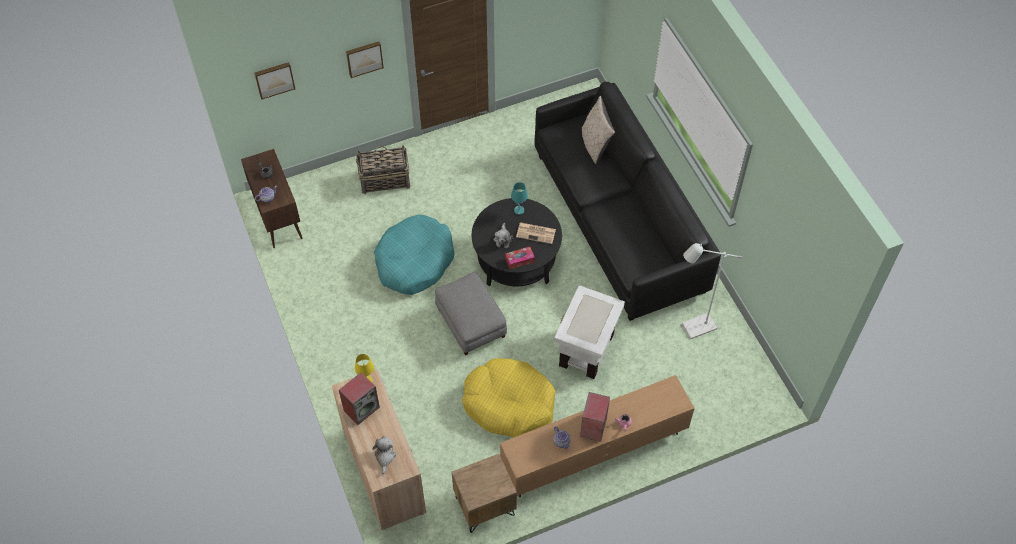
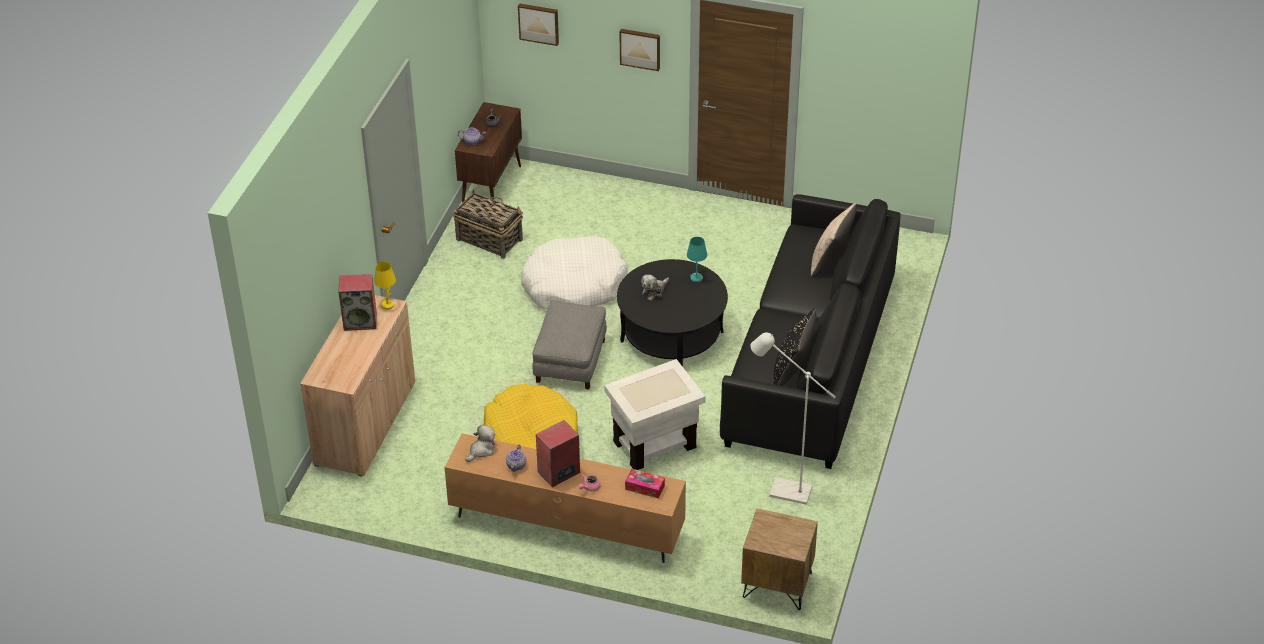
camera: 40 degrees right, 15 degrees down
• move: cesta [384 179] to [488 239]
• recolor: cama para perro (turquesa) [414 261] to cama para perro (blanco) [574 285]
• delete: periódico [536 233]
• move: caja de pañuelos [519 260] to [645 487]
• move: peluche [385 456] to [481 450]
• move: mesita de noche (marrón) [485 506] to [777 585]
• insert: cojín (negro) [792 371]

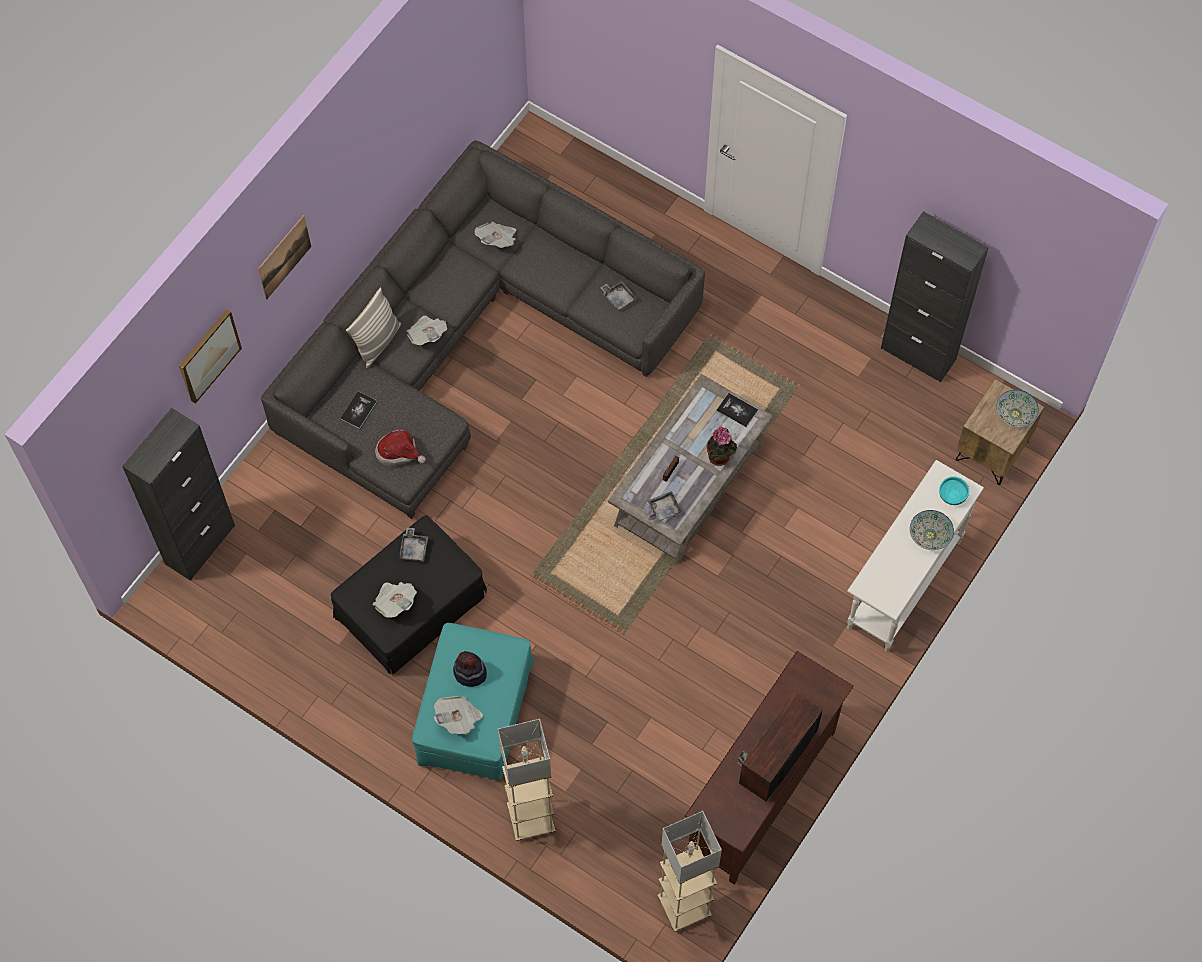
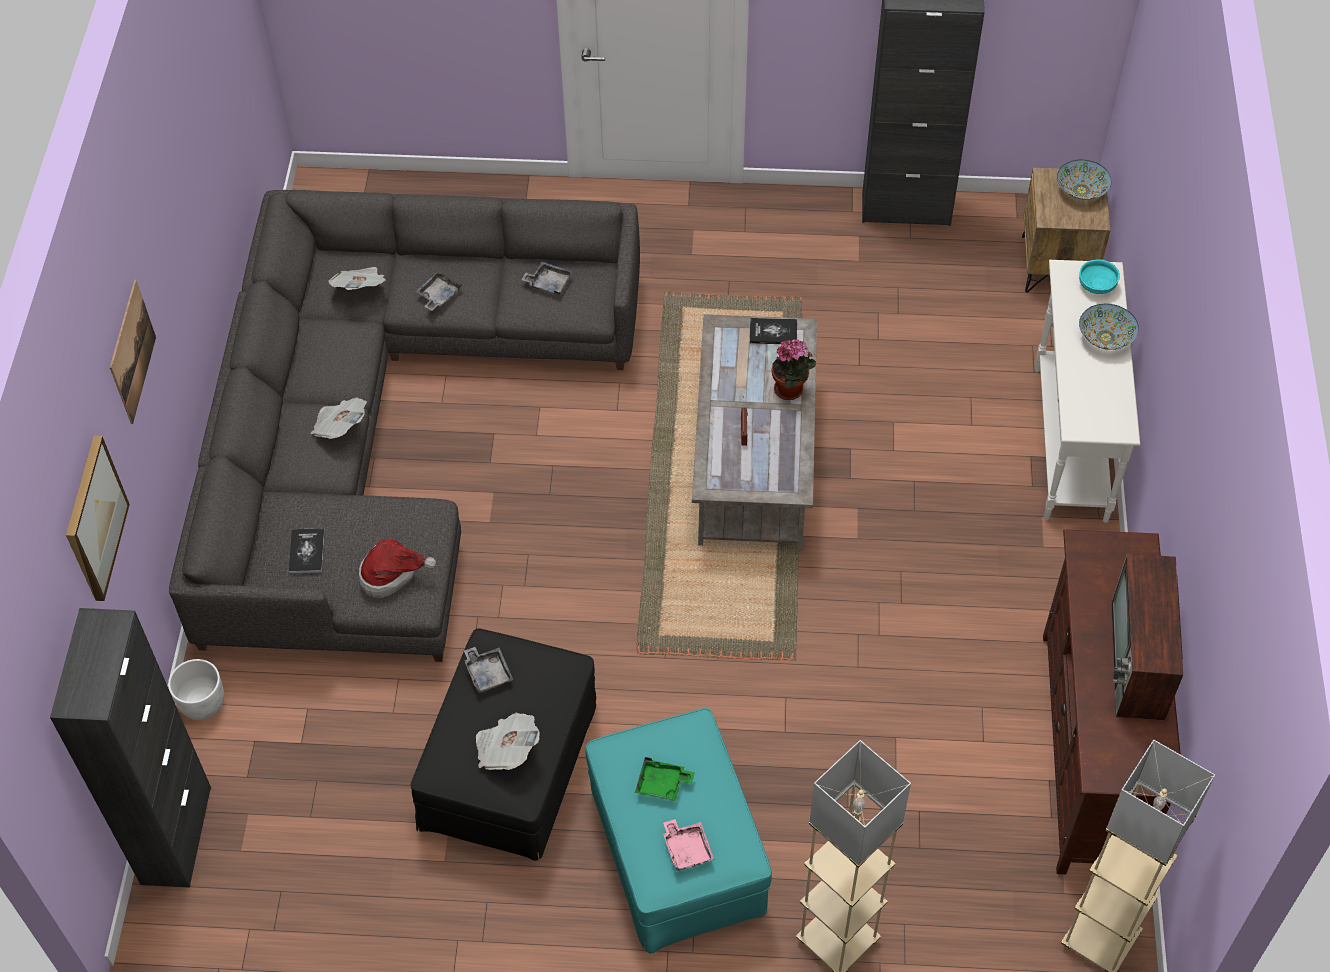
camera: 30 degrees left, 10 degrees down
• delete: cojín [378 342]
• move: bandeja (gris) [663 510] to [438 295]
• replace: sombrero [470 673] to bandeja (verde) [662 784]
• replace: periódico [459 719] to bandeja (rosa) [687 848]
• insert: maceta (blanco) [202 702]

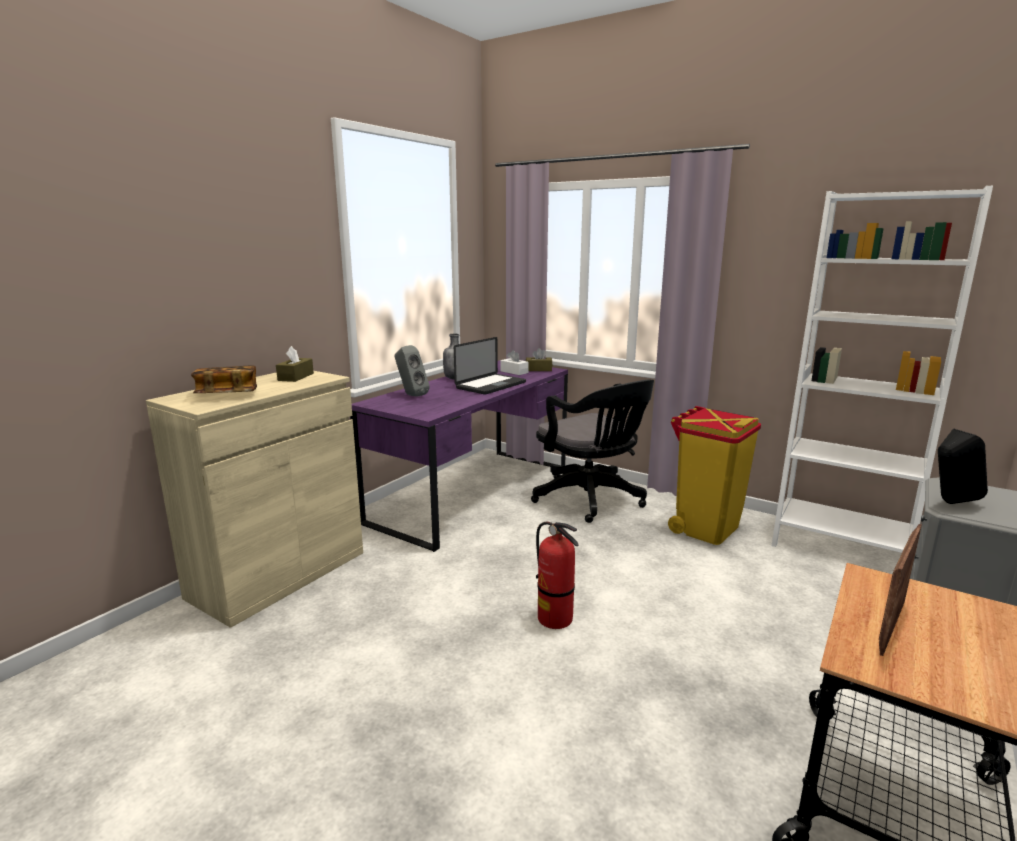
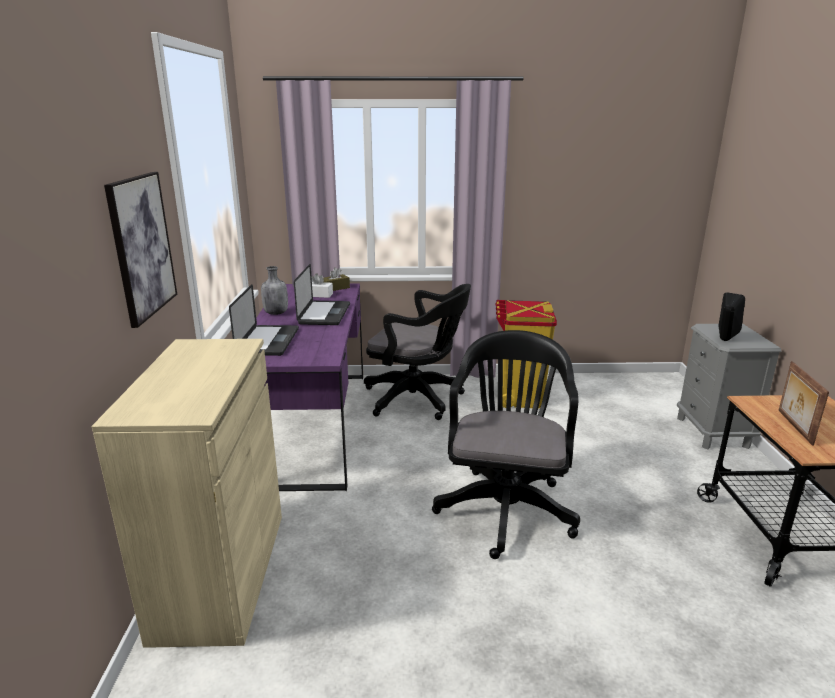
camera: 35 degrees left, 5 degrees up
• delete: estantería (blanco) [840 547]
• replace: altavoz (gris) [411 395] to portátil [268 341]
• delete: caja de pañuelos (marrón) [296 377]
• delete: libro [227 394]
• replace: extintor [555 619] to silla de oficina (negro) [506 506]
• insert: cuadro [141 246]

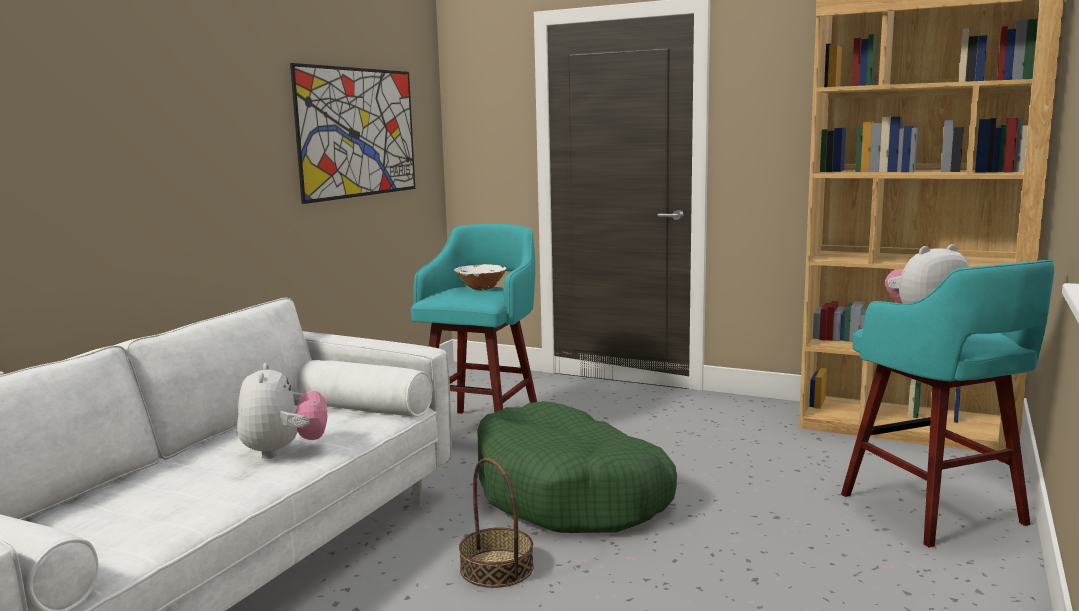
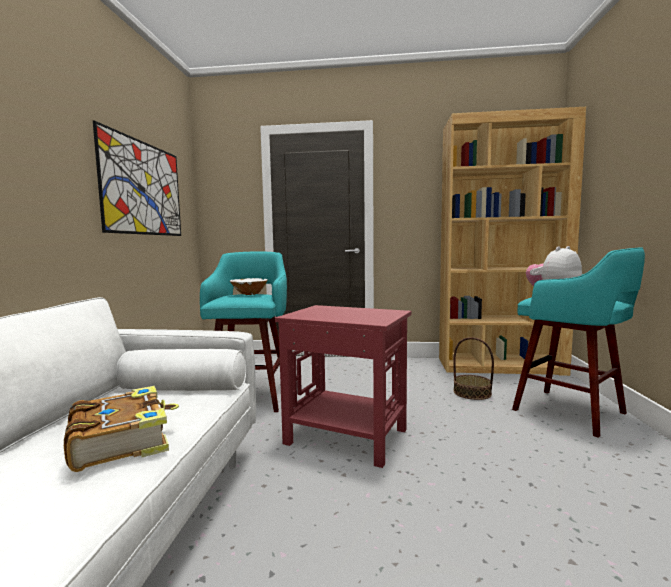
camera: 20 degrees left, 5 degrees down
• replace: peluche [284 451] to libro [122 440]
• replace: cama para perro (verde) [570 494] to mesa auxiliar (rojo) [346 436]
• move: cesta [497 568] to [472 392]

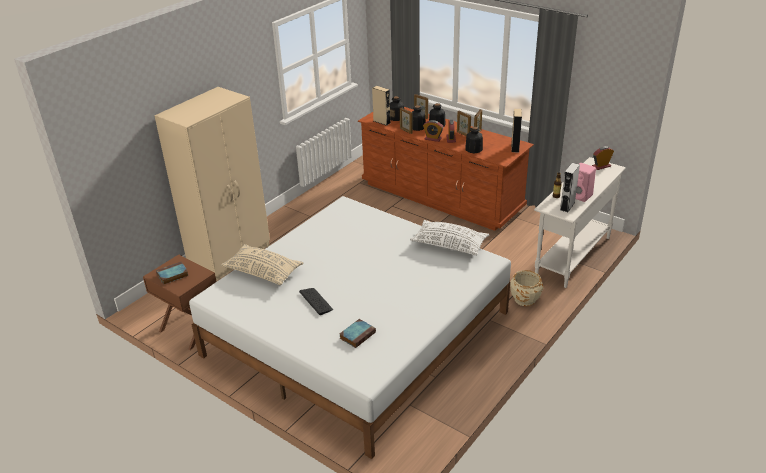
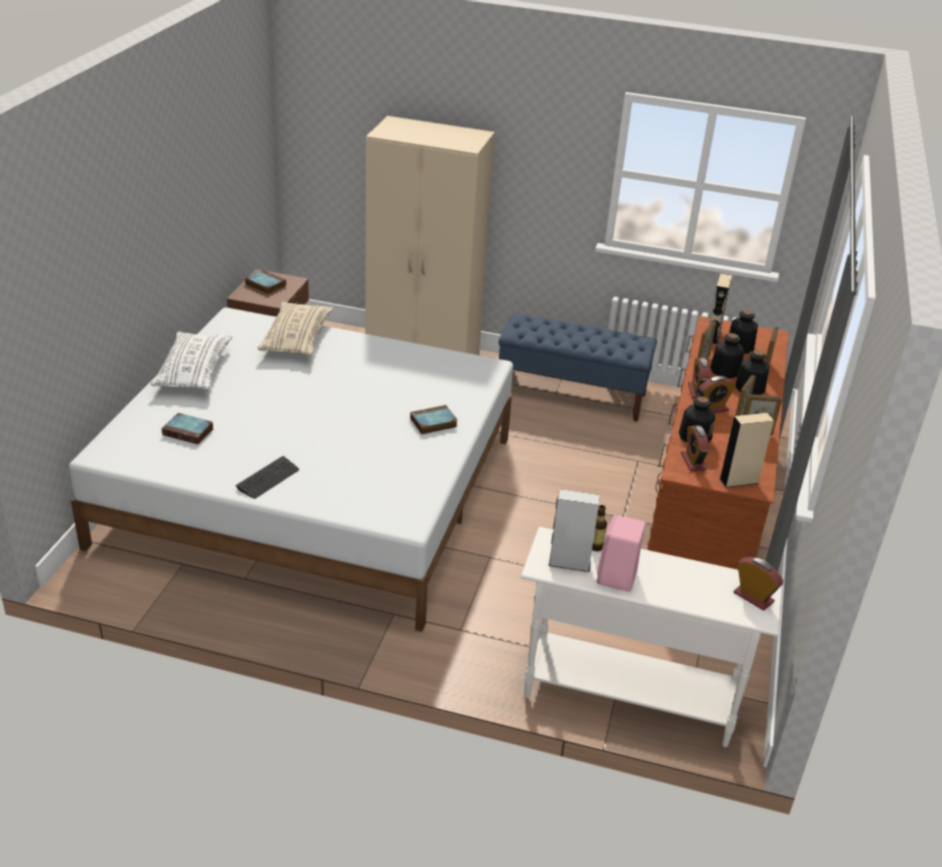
camera: 65 degrees right, 0 degrees up
• move: cojín (blanco) [449 245] to [194 371]
• delete: maceta (beis) [525 299]
• move: teclado [316 301] to [268 479]
• insert: banco (azul) [572 394]
• insert: libro [432 423]
• insert: despertador [693 462]

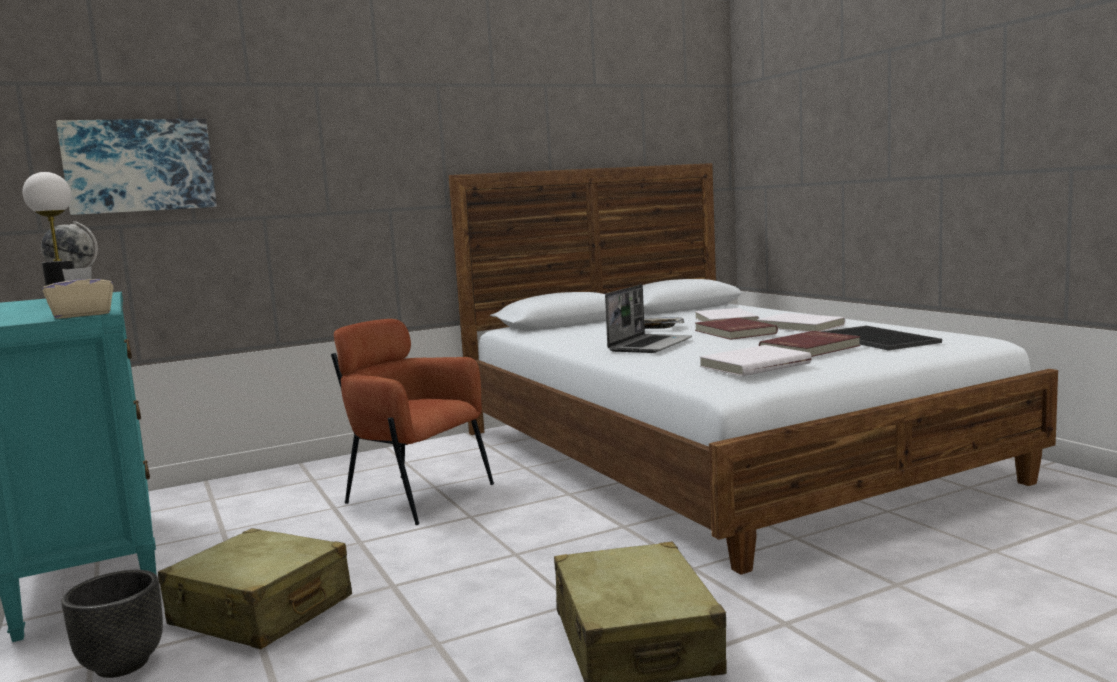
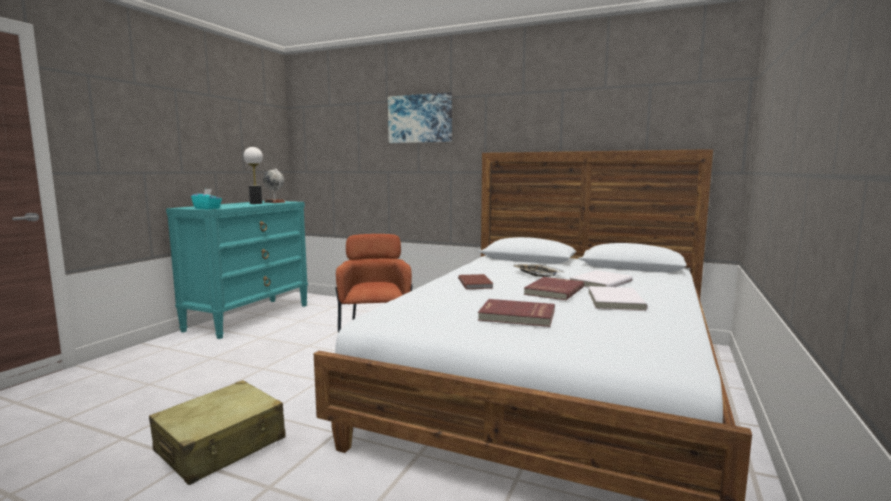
camera: 50 degrees right, 0 degrees up
• move: cuadro [139 166] to [420 119]
• recolor: caja de pañuelos (beis) [83 315] to caja de pañuelos (turquesa) [207 208]
• replace: portátil [649 345] to libro (marrón) [476 283]
• delete: bandeja [874 339]
• delete: libro (blanco) [753 364]
• delete: maleta (beis) [260 612]
• delete: maceta (negro) [122 665]

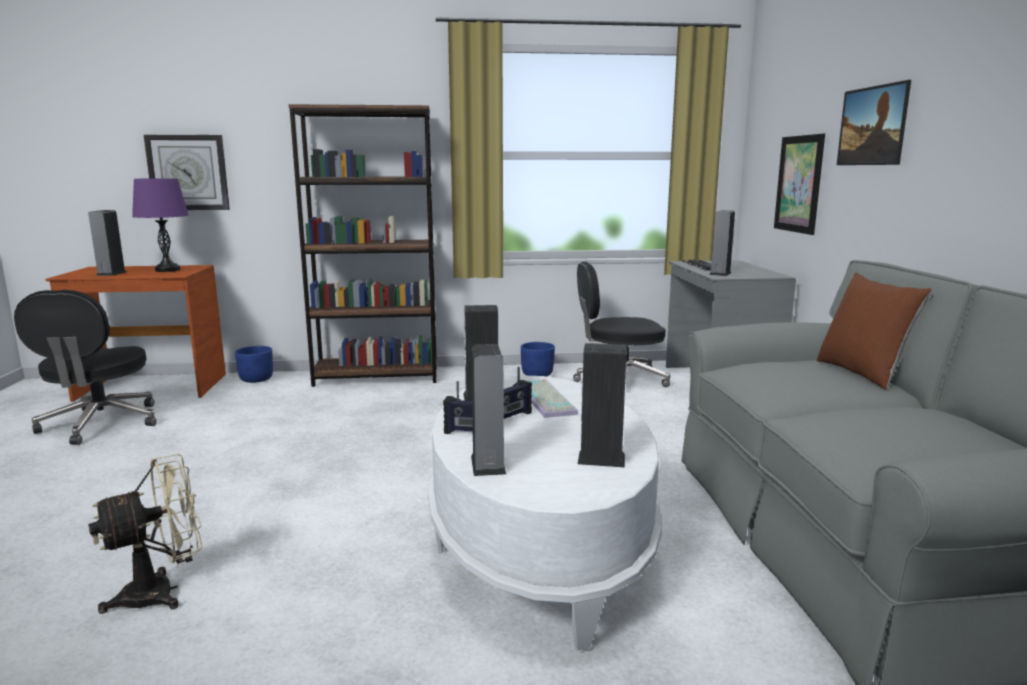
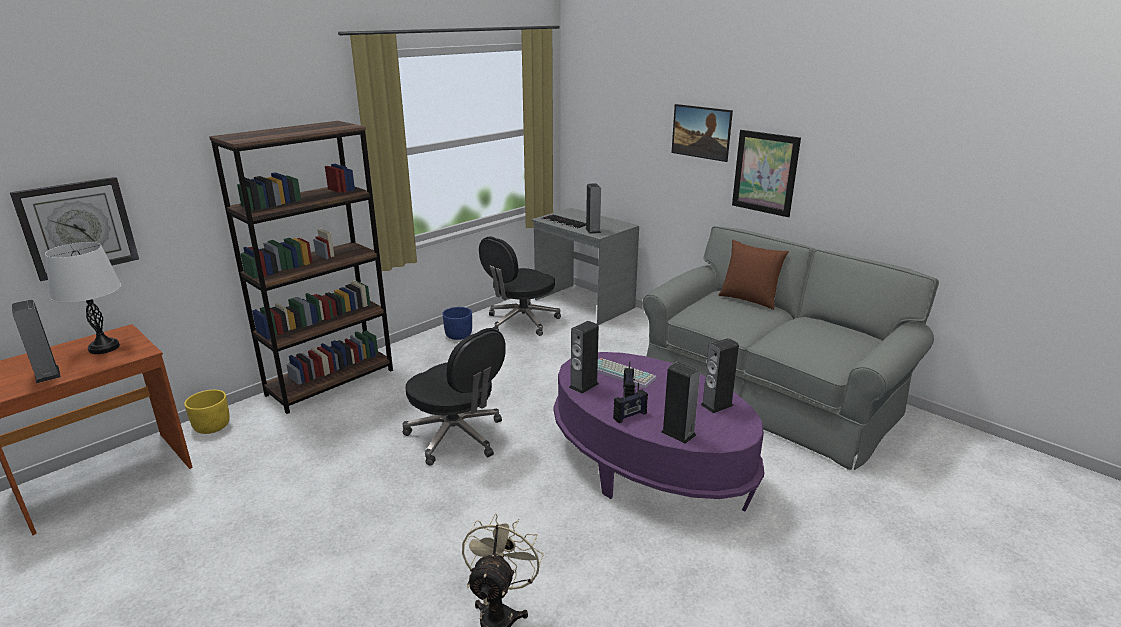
camera: 40 degrees left, 10 degrees up
• move: cuadro [799 184] to [765 173]
• recolor: lámpara de mesa (morado) [167 270] to lámpara de mesa (blanco) [104 348]
• move: silla de oficina (negro) [100 424] to [457 437]
• recolor: maceta (azul) [256 379] to maceta (amarillo) [212 426]
• recolor: mesa de centro (blanco) [539 543] to mesa de centro (morado) [649 465]

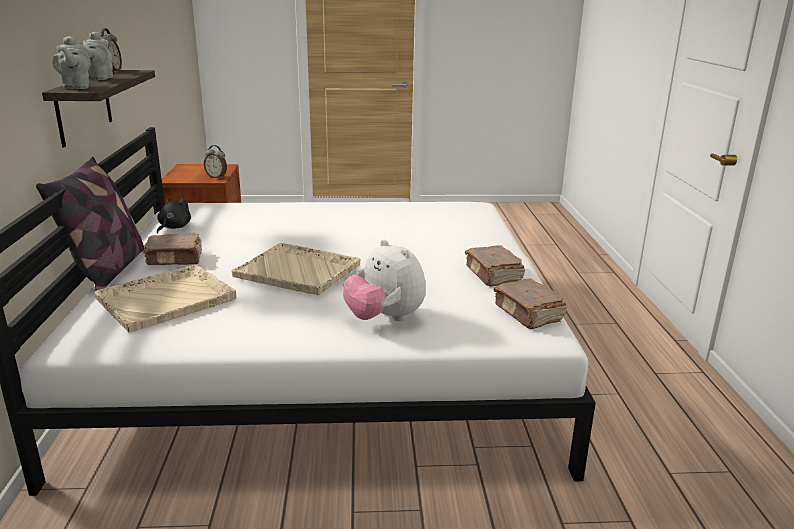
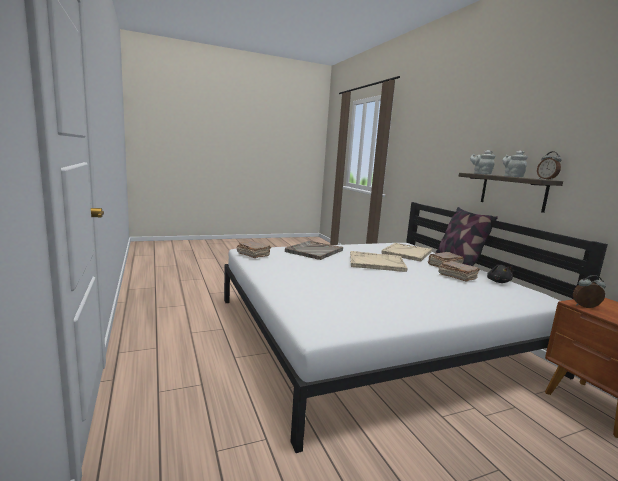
camera: 160 degrees right, 10 degrees down
• replace: peluche [384 318] to bandeja (gris) [314 251]
• move: libro (marrón) [493 275] to [457 277]

